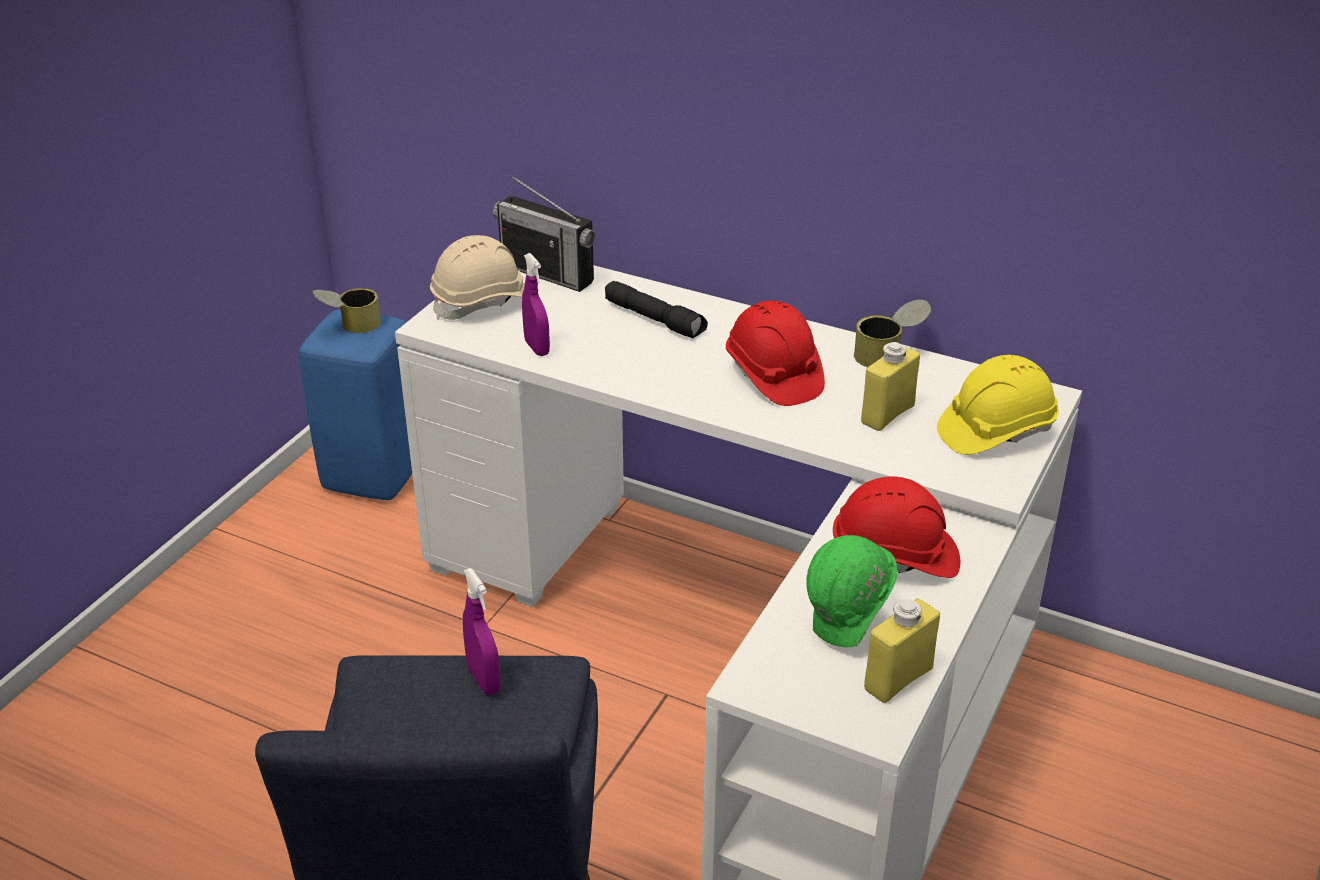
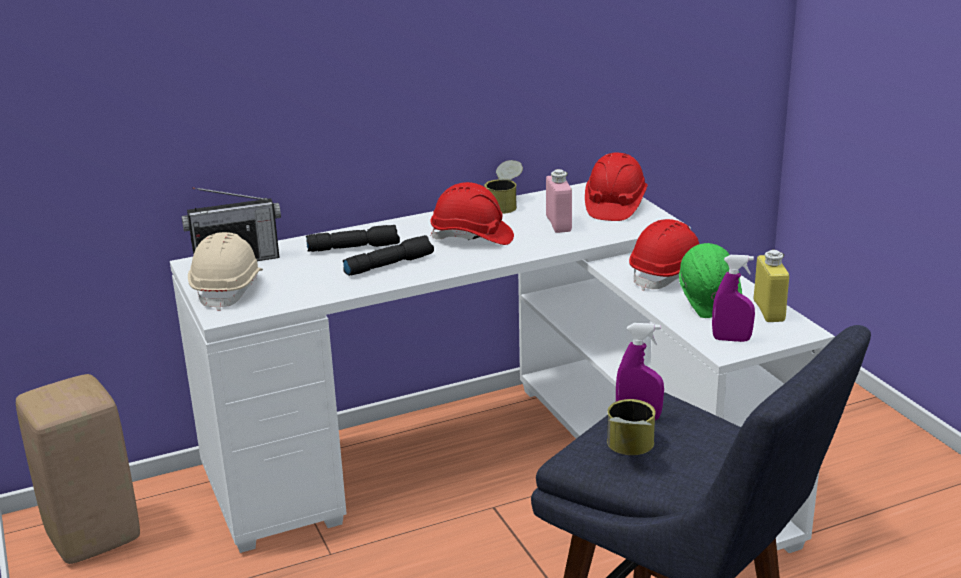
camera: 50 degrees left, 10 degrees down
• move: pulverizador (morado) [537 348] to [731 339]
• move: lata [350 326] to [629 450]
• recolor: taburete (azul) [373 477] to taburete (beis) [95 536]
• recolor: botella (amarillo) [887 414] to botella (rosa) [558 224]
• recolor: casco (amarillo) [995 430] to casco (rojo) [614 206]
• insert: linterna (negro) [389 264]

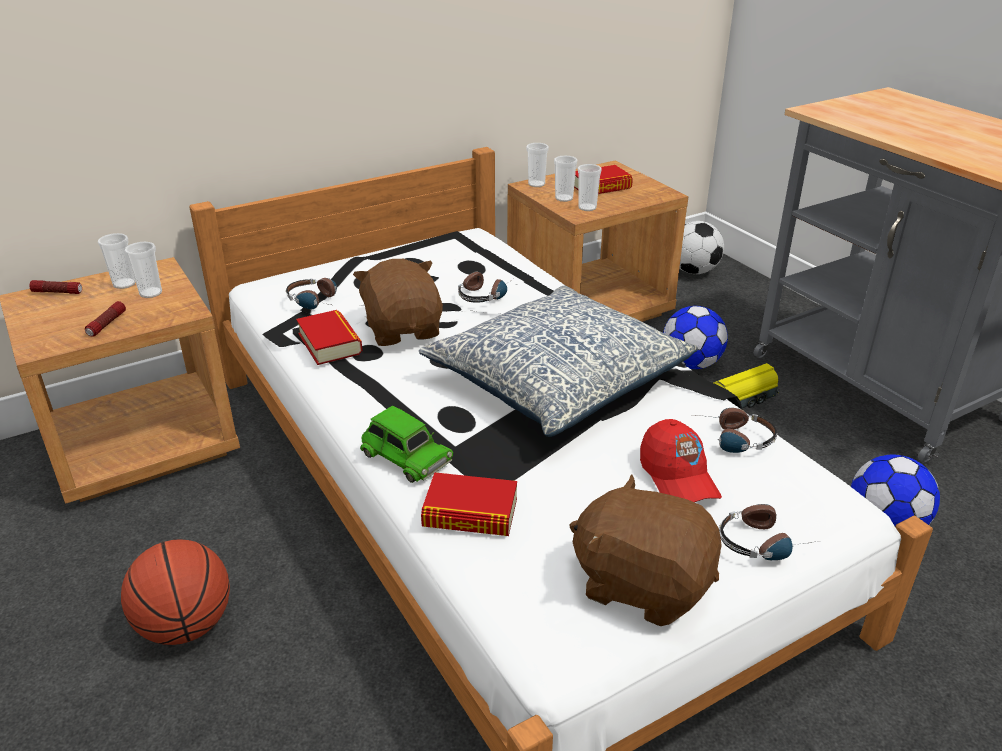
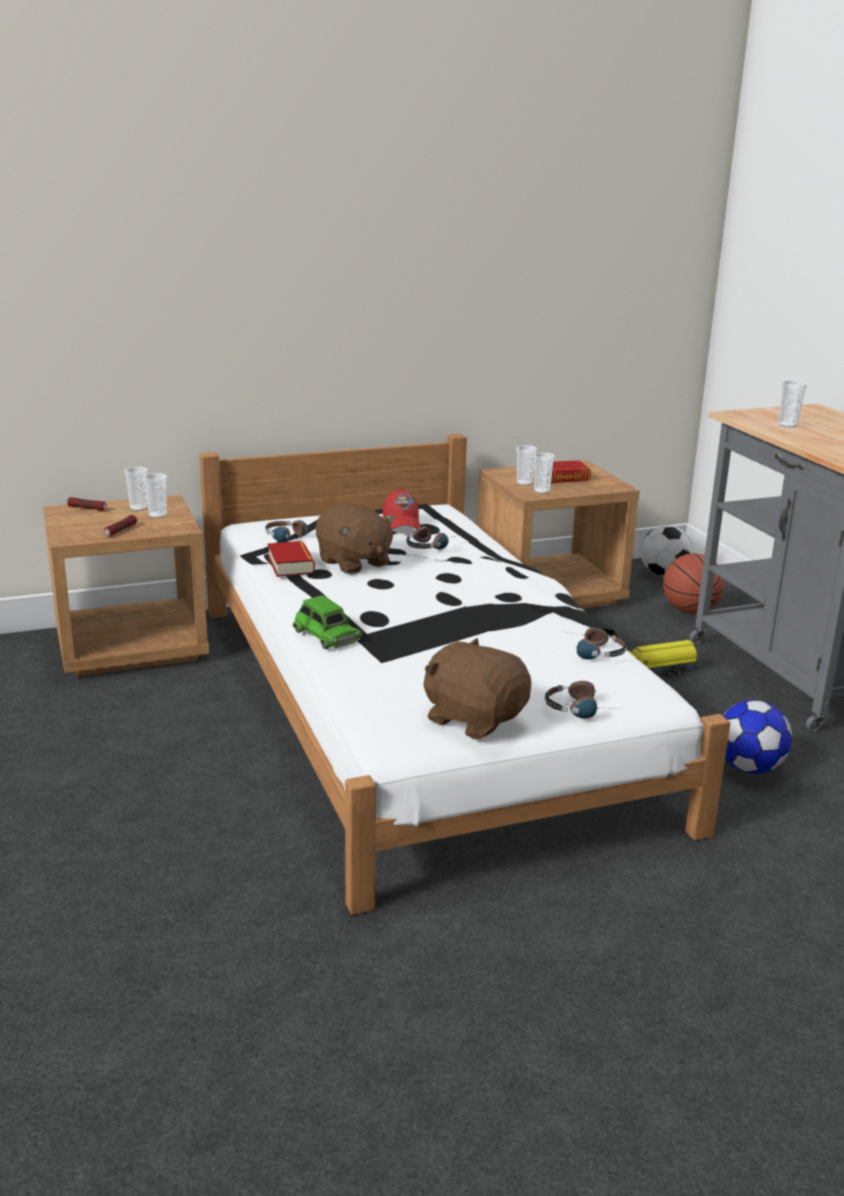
camera: 10 degrees right, 10 degrees down
• move: taza [536 184] to [788 425]
• rotate: peluche (marrón) [403 330] = [353 562] 150 degrees clockwise
• delete: cojín [557 380]
• delete: balón de fútbol [691 364]
• move: gorra (rojo) [678 478] to [401 523]
• delete: libro [470 513]
• move: balón de baloncesto [186 626] to [690 611]

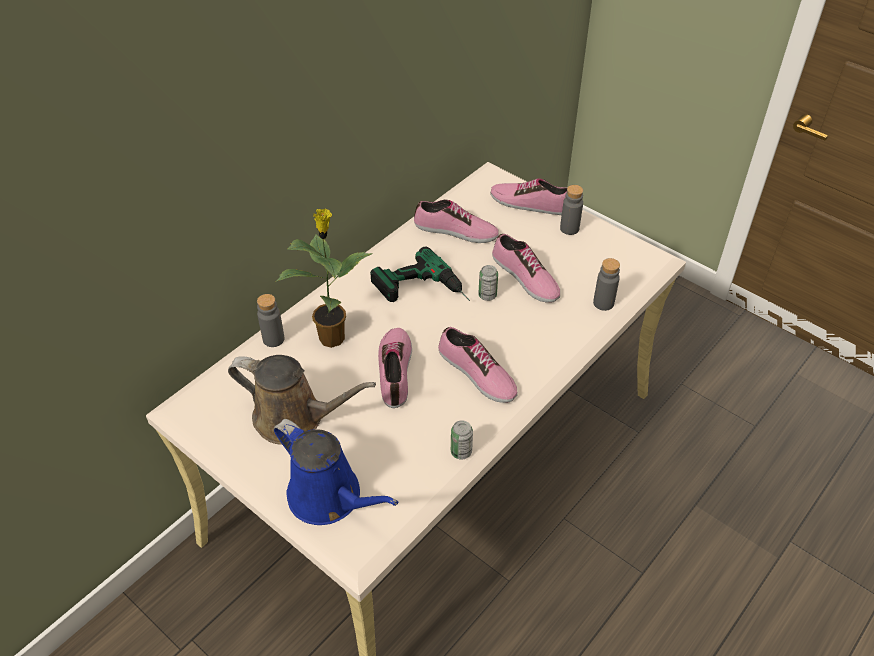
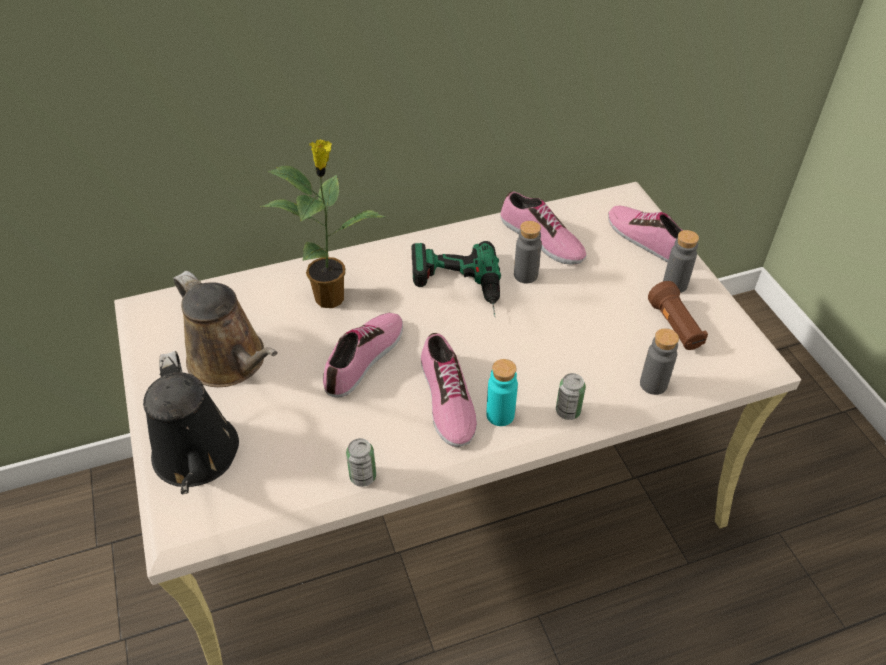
camera: 30 degrees right, 0 degrees up
• delete: zapato [524 277]
• move: lata [487 295] to [568 411]
• move: botella (gris) [273 339] to [525 275]
• recolor: regadera (azul) [330 498] to regadera (negro) [197 459]
• insert: linterna (marrón) [675 327]
• insert: botella (turquesa) [500 415]

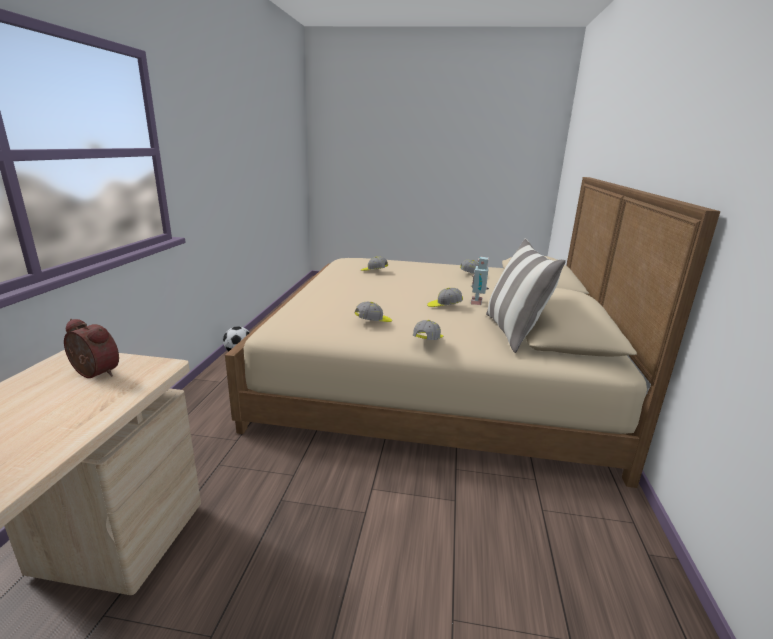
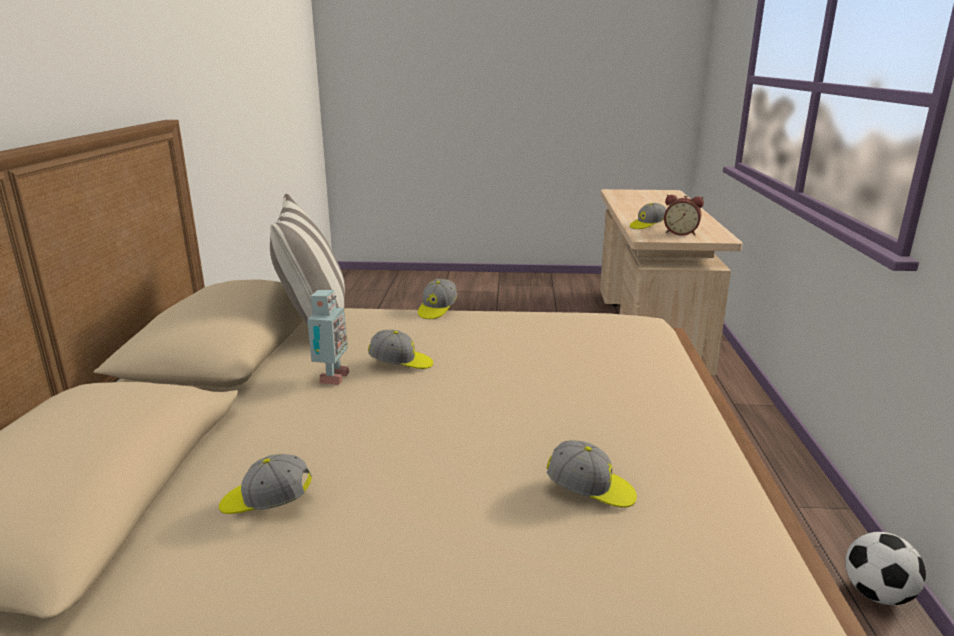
camera: 175 degrees right, 0 degrees up
• move: gorra [373 321] to [647 226]

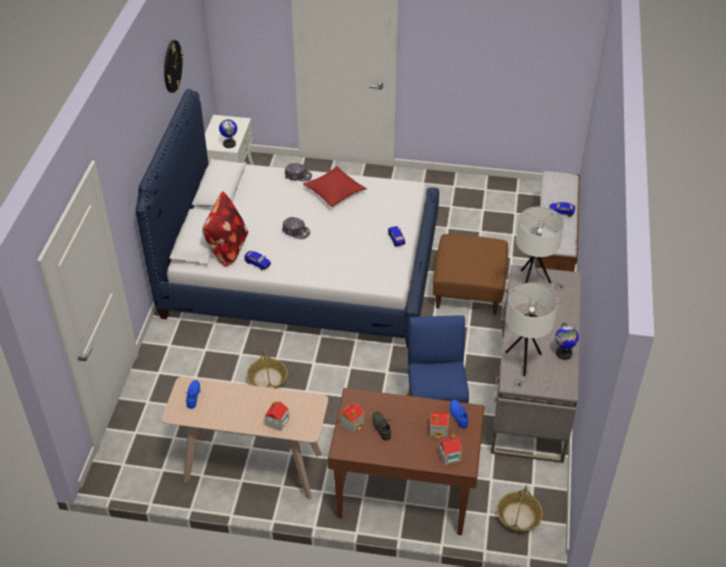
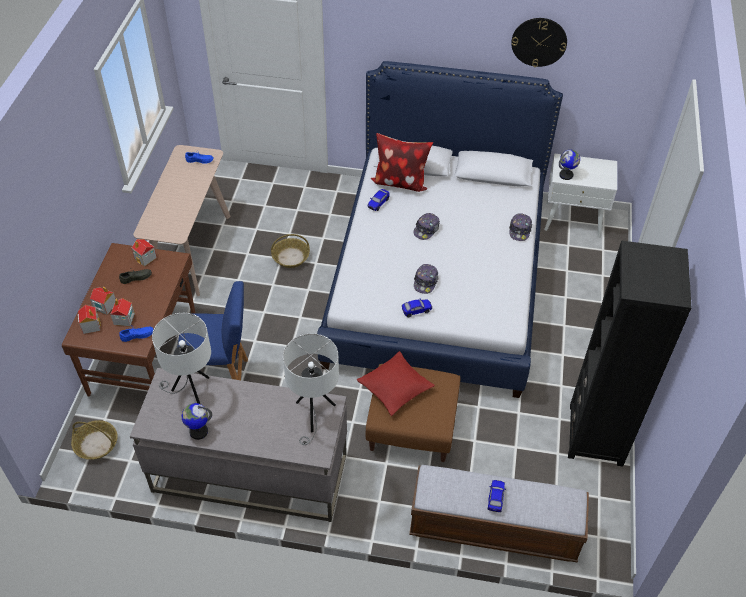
camera: 90 degrees right, 5 degrees up
• move: cojín (rojo) [334 191] to [395 387]
• move: casita [277 422] to [104 306]
• insert: estantería (negro) [596 434]
• insert: gorra [425 282]

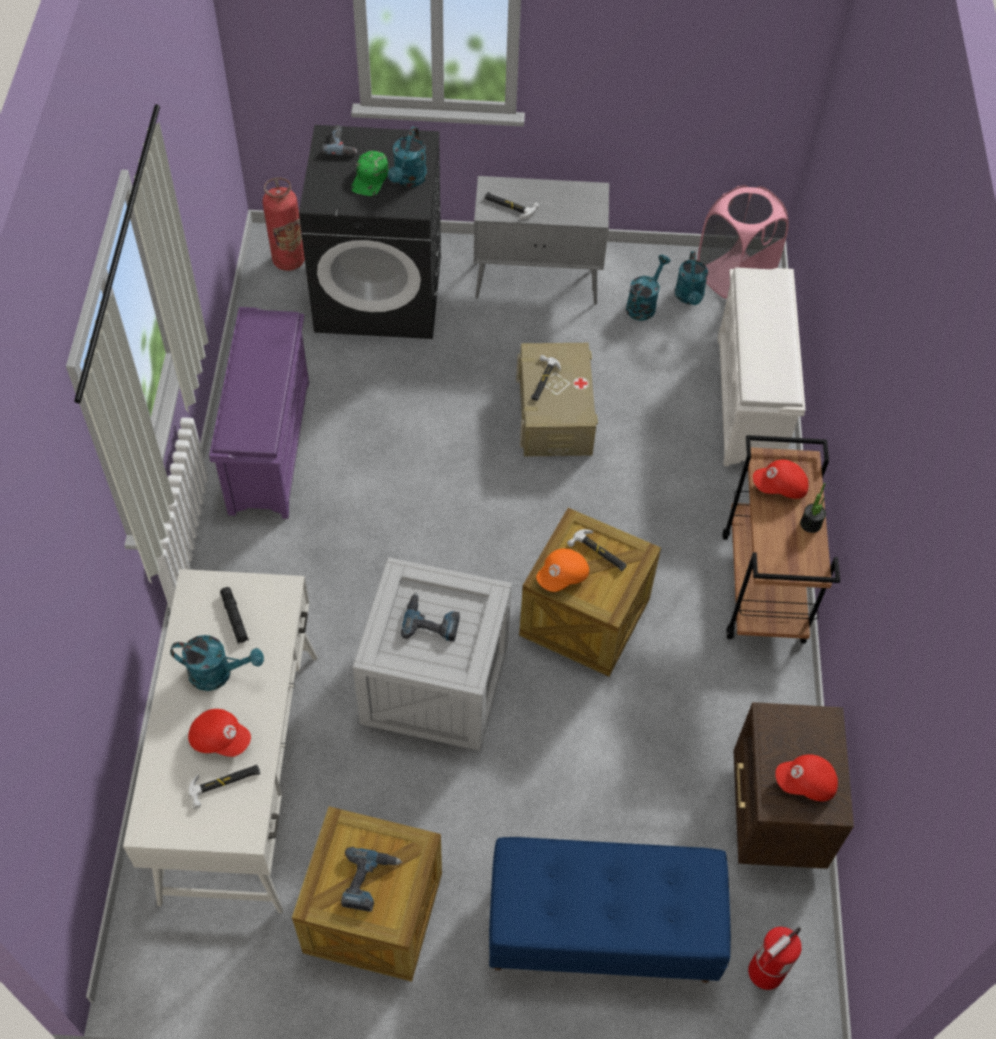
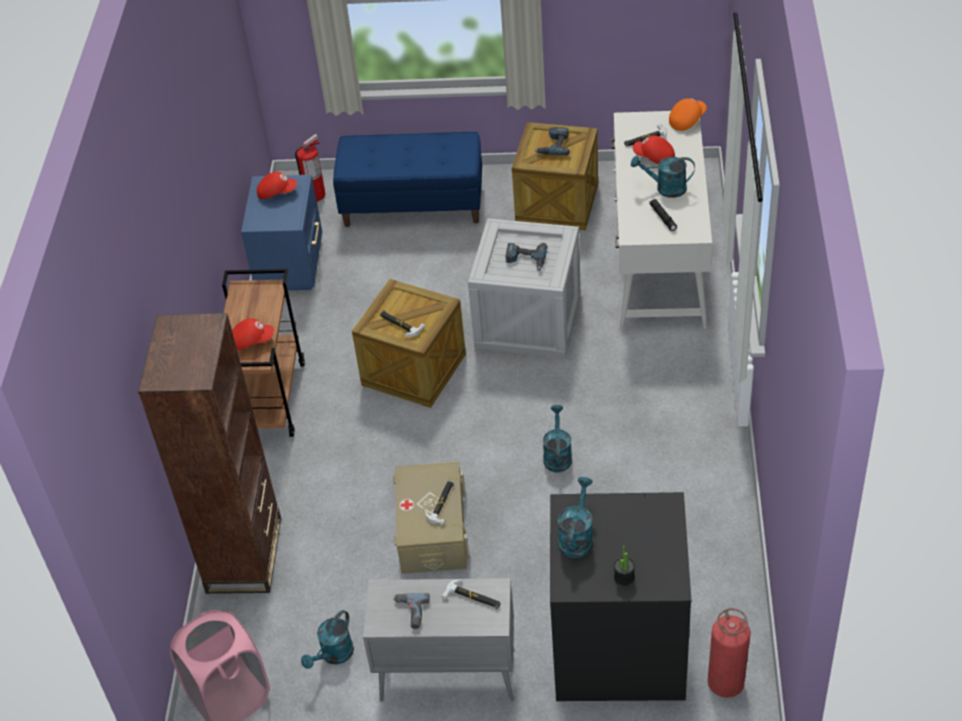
camera: 175 degrees left, 10 degrees down
• move: taladro [342 144] to [410 613]
• delete: gorra (verde) [370 178]
• move: regadera (turquesa) [689 297] to [557 455]
• replace: zapatero (blanco) [749 402] to estantería (marrón) [244 555]
• delete: zapatero (morado) [269 445]
• move: planta en maceta [810 524] to [624 577]
• move: gorra (naranja) [563 576] to [687 120]
• recolor: mesita de noche (marrón) [774 815] to mesita de noche (azul) [292 265]

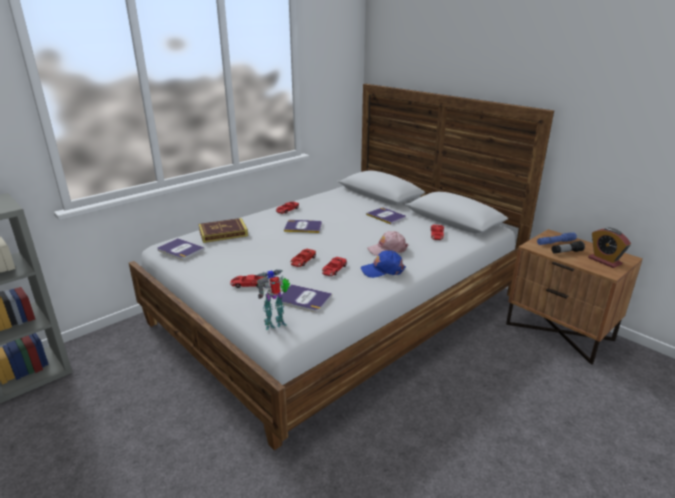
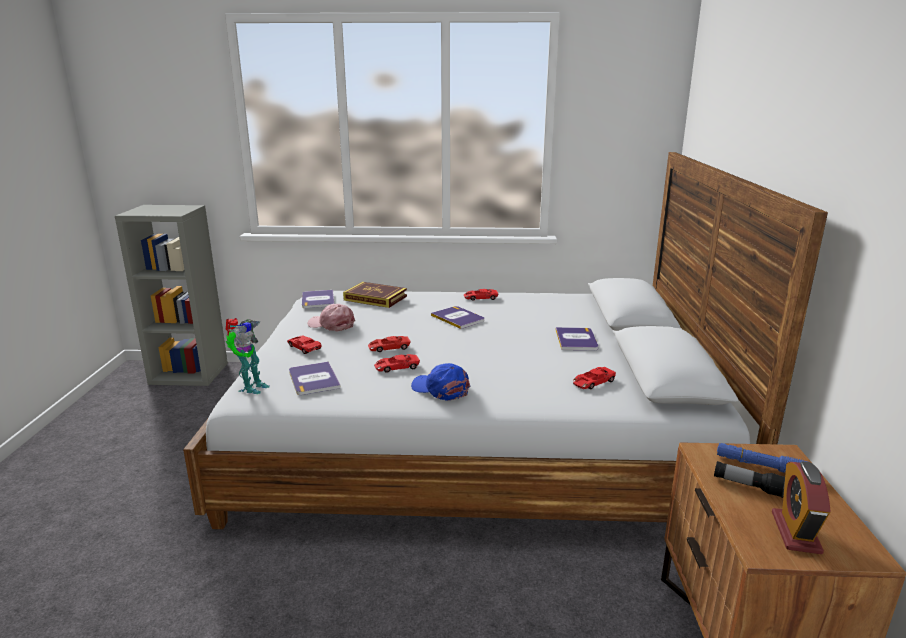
camera: 45 degrees right, 5 degrees down
• move: gorra (rosa) [387 249] to [332 324]
• rotate: robot de juguete [276 324] = [250 387] 90 degrees clockwise

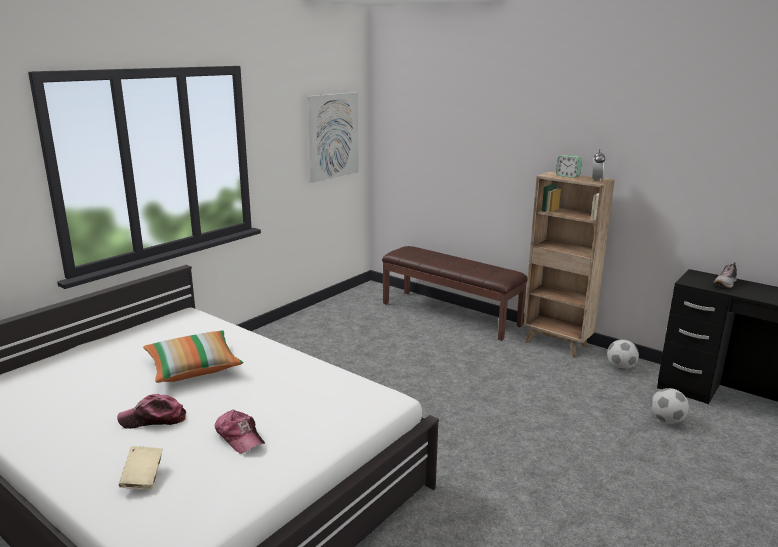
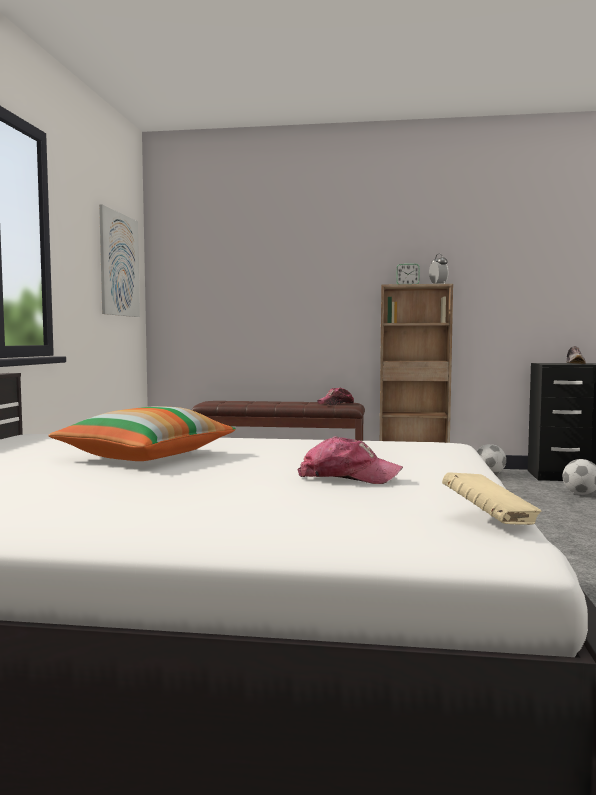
camera: 30 degrees left, 15 degrees down
• move: gorra [153 419] to [336 403]
• move: libro (beis) [143 477] to [489 520]

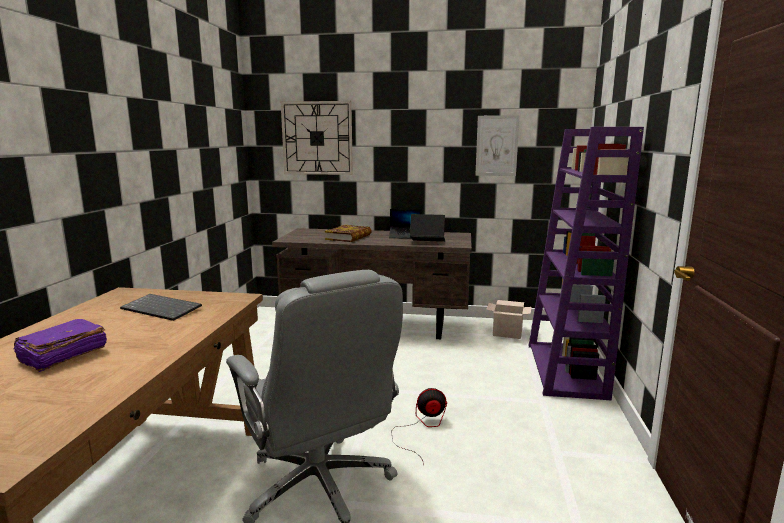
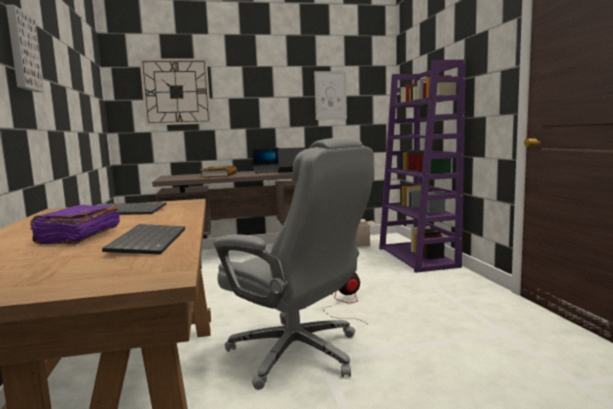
camera: 20 degrees left, 5 degrees down
• insert: cuadro [22 51]
• insert: teclado [147 241]

